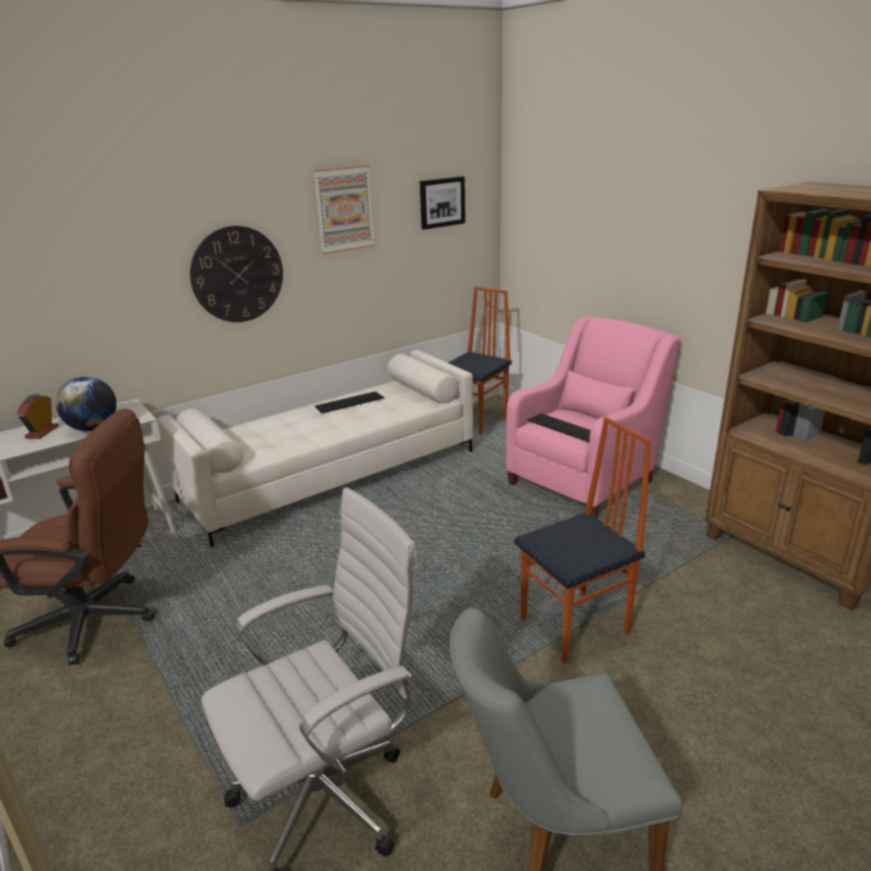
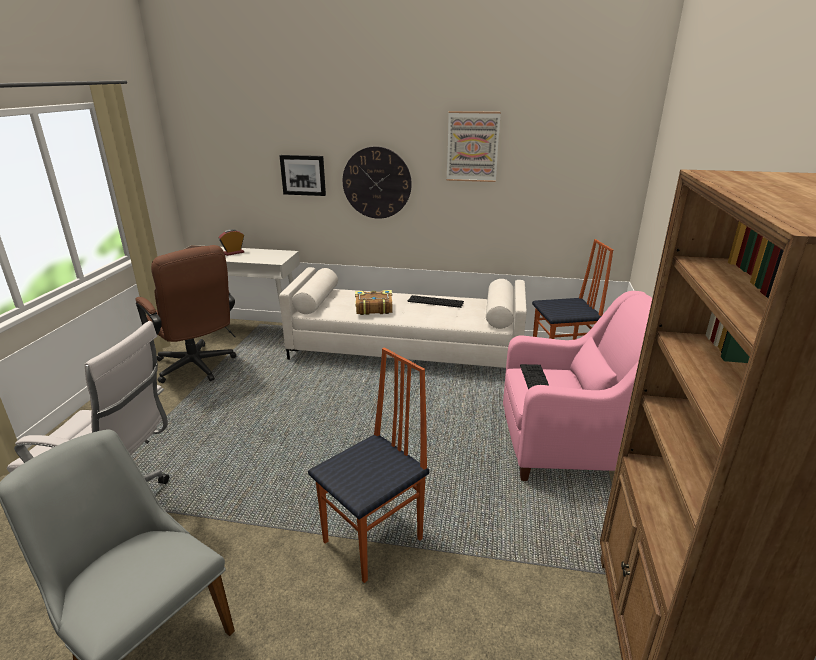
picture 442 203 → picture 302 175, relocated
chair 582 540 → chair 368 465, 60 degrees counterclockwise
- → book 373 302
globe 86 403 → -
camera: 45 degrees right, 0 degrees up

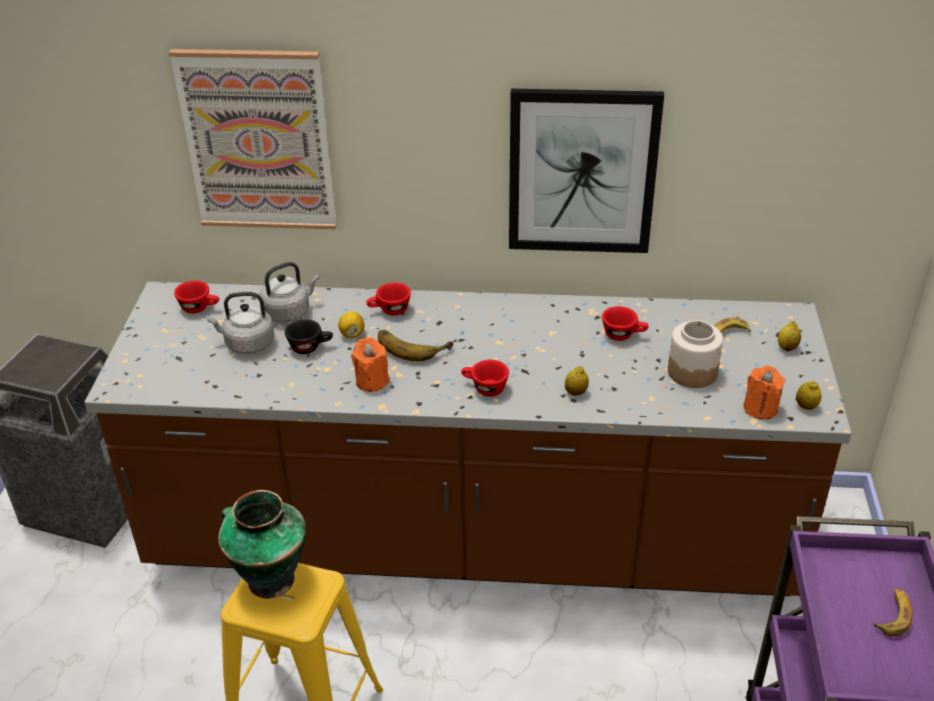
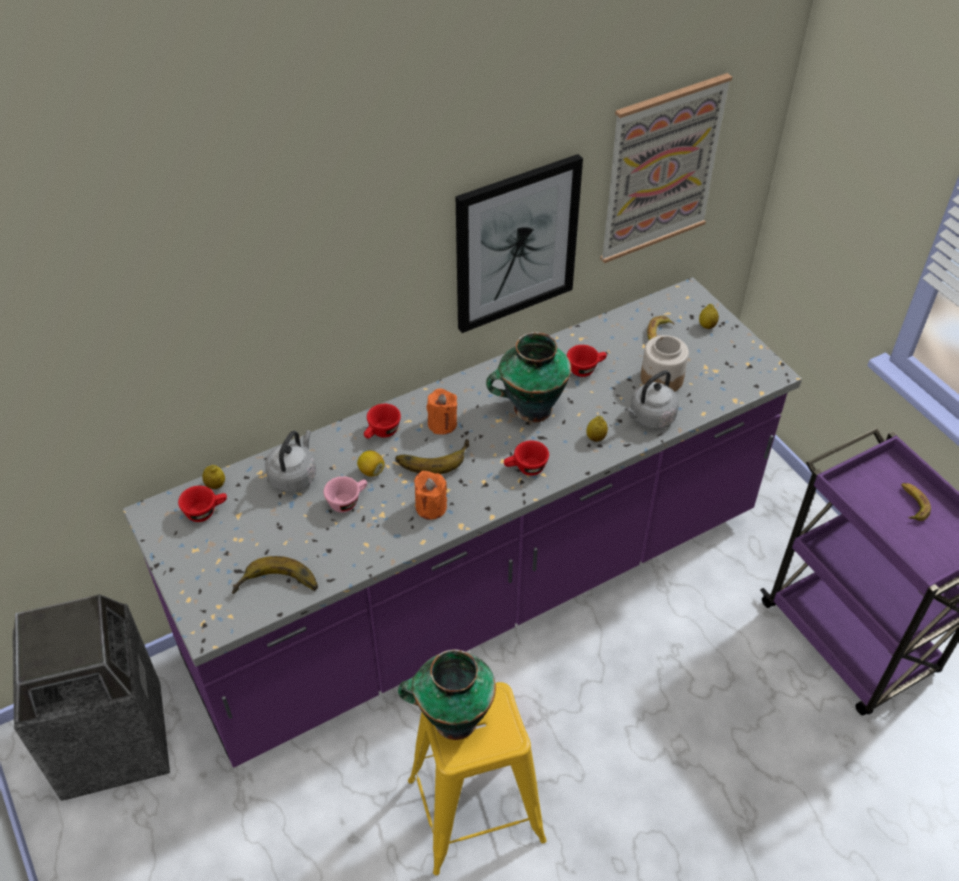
brown counter 468 439 → purple counter 462 522
lemon 808 395 → lemon 213 477, relocated
- → banana 275 575
black cup 309 336 → pink cup 345 494
orange candle 764 392 → orange candle 441 411, relocated
- → vase 528 377
picture 253 139 → picture 666 168, relocated
grey kettle 241 323 → grey kettle 652 399, relocated
camera: 35 degrees left, 10 degrees up

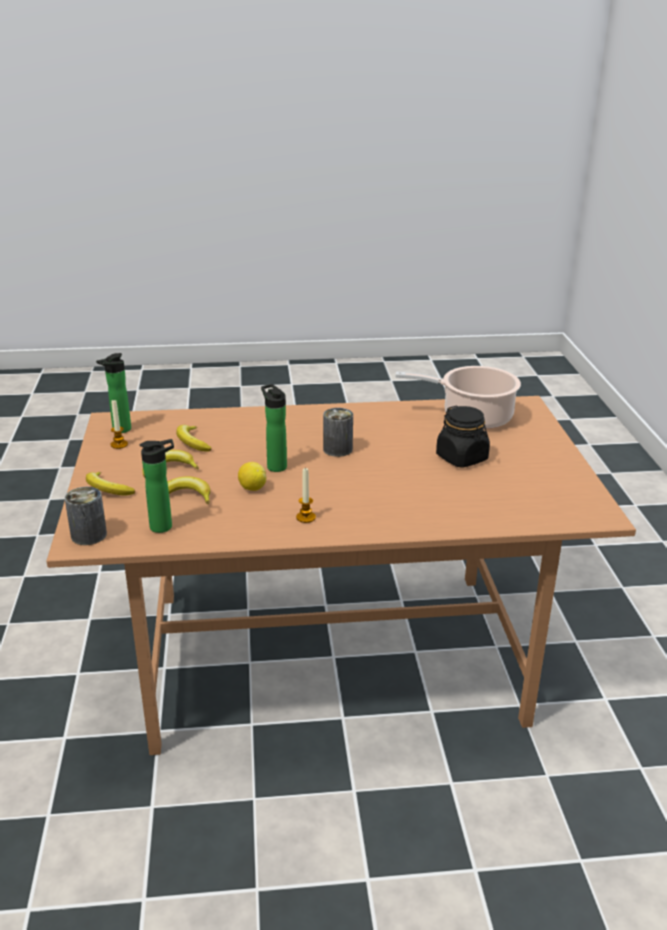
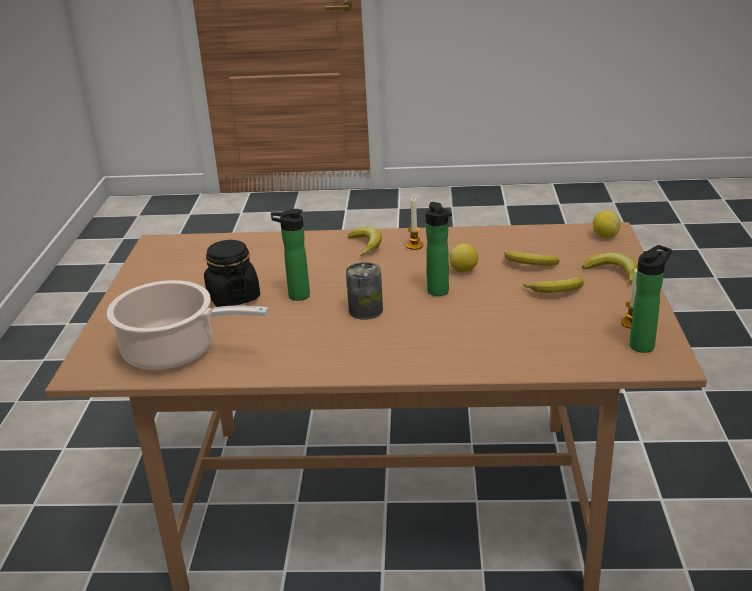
bottle 157 486 → bottle 290 255, relocated
banana 194 438 → banana 365 241, relocated
can 86 516 → lemon 607 224
camera: 170 degrees left, 0 degrees up

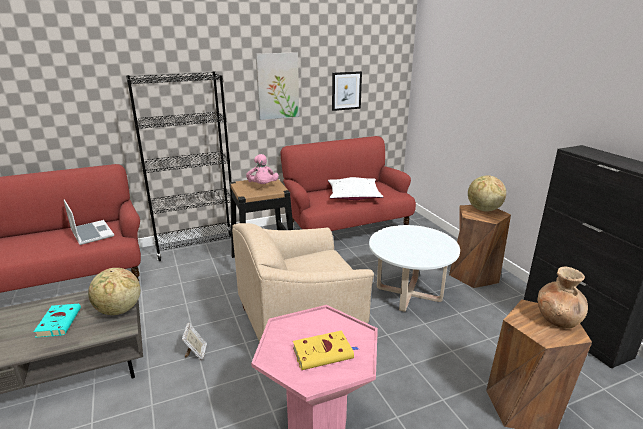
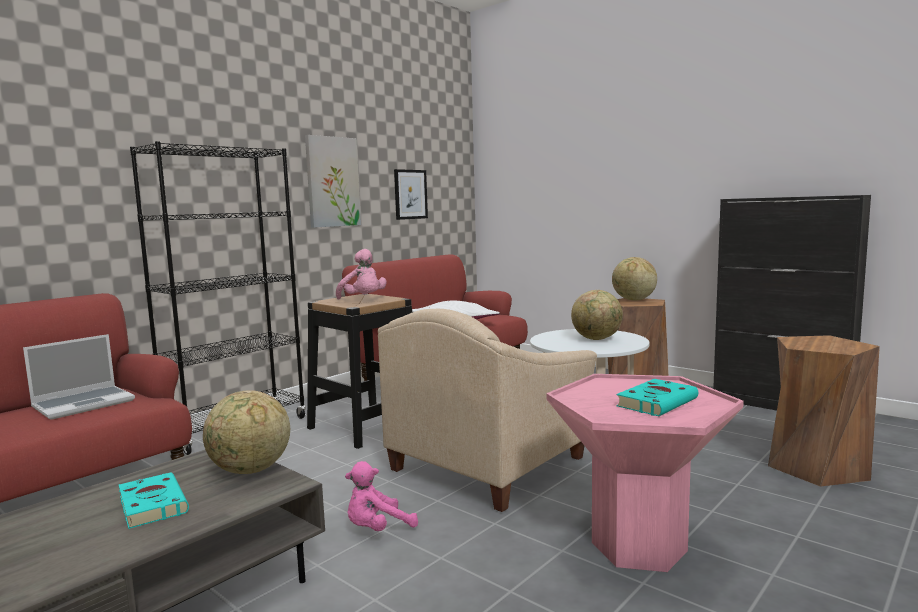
laptop 89 222 → laptop 79 377, 105 degrees clockwise
picture frame 194 341 → pink plush toy 381 496
- → globe 597 315
yellow book 325 350 → turquoise book 657 397
brown vase 563 298 → -
camera: 25 degrees left, 15 degrees down

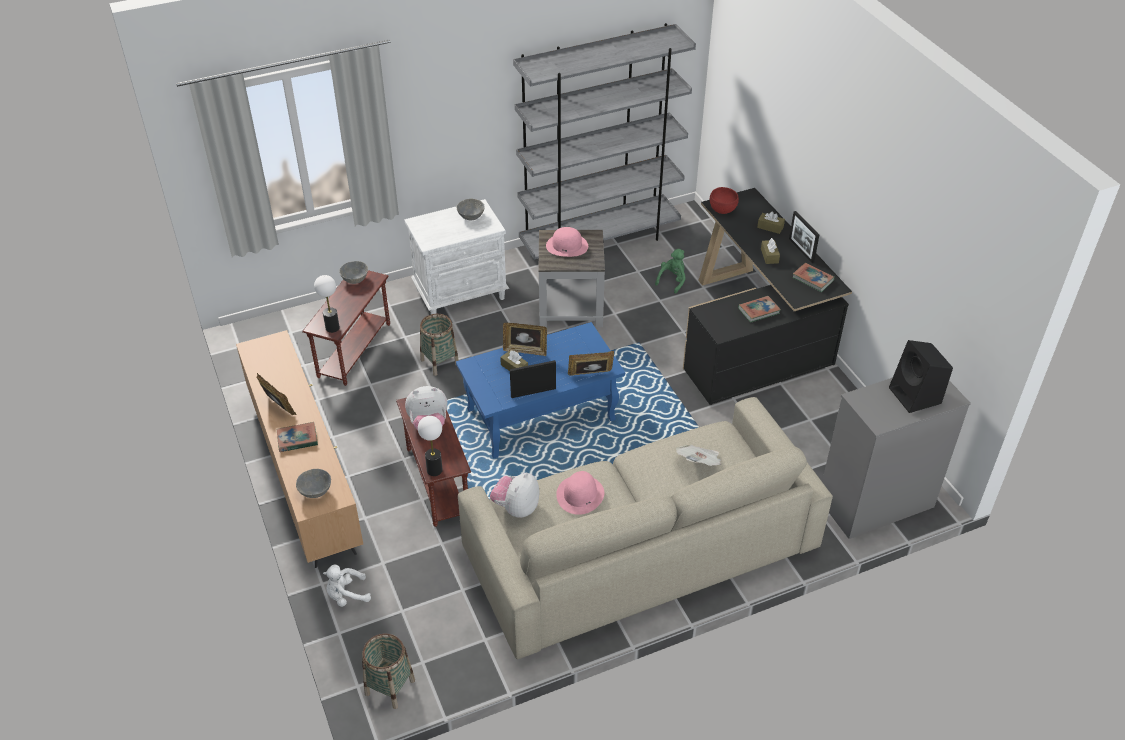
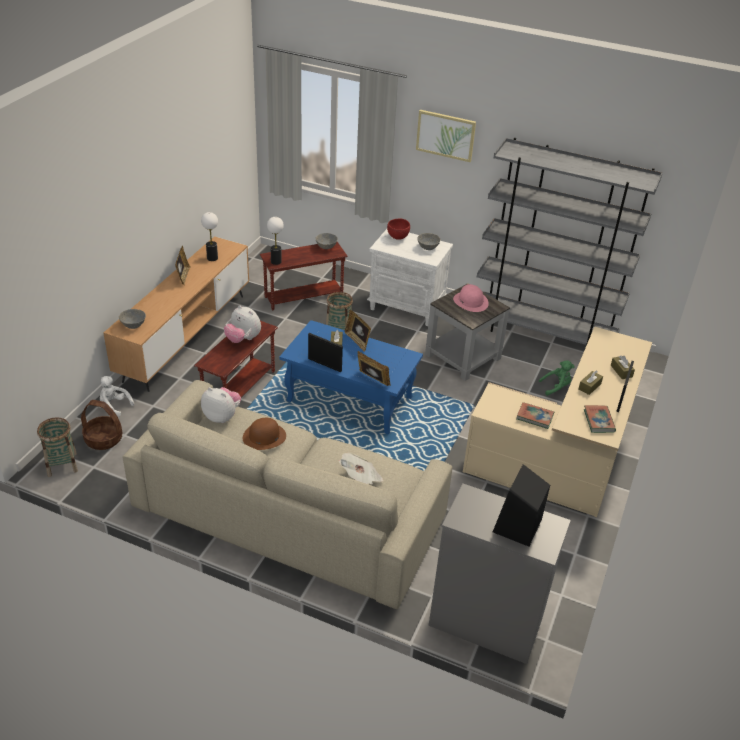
- → basket 101 425
table lamp 430 446 → table lamp 209 236, relocated
plush toy 515 495 → plush toy 221 405, 45 degrees clockwise
pink hat 580 493 → brown hat 264 434
red bowl 724 200 → red bowl 398 229, relocated
- → picture 446 136
black desk 767 296 → beige desk 557 422
book 297 437 → -
camera: 45 degrees right, 5 degrees down

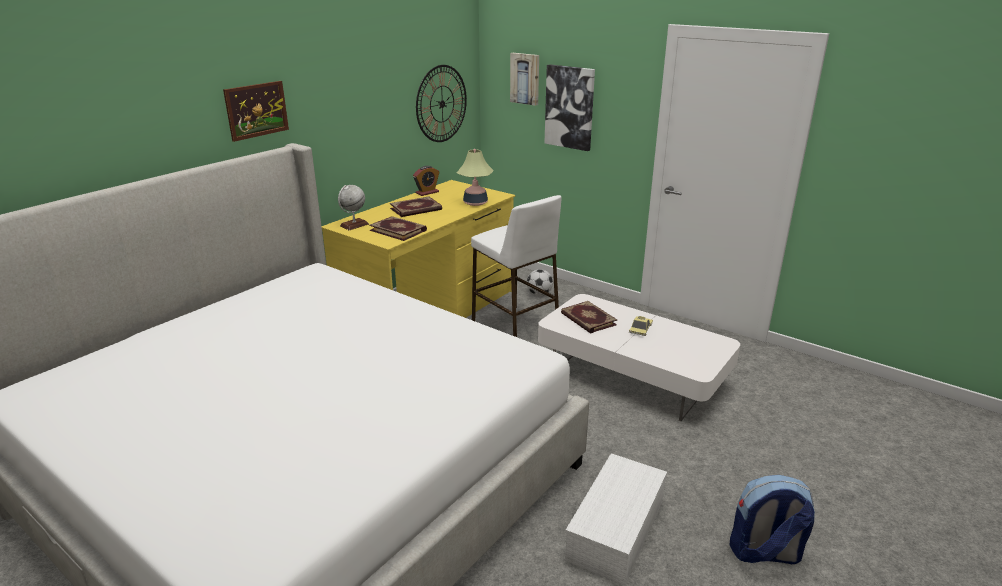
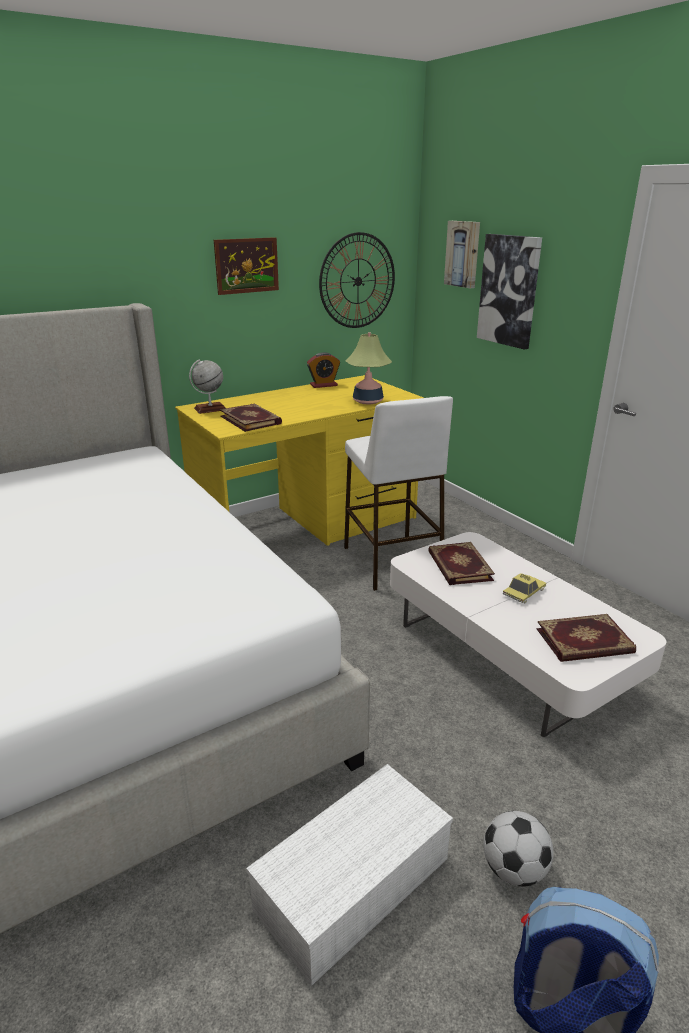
picture 256 111 → picture 246 266, relocated
football 540 282 → football 518 849, relocated
book 416 207 → book 586 638, relocated
camera: 20 degrees right, 0 degrees up

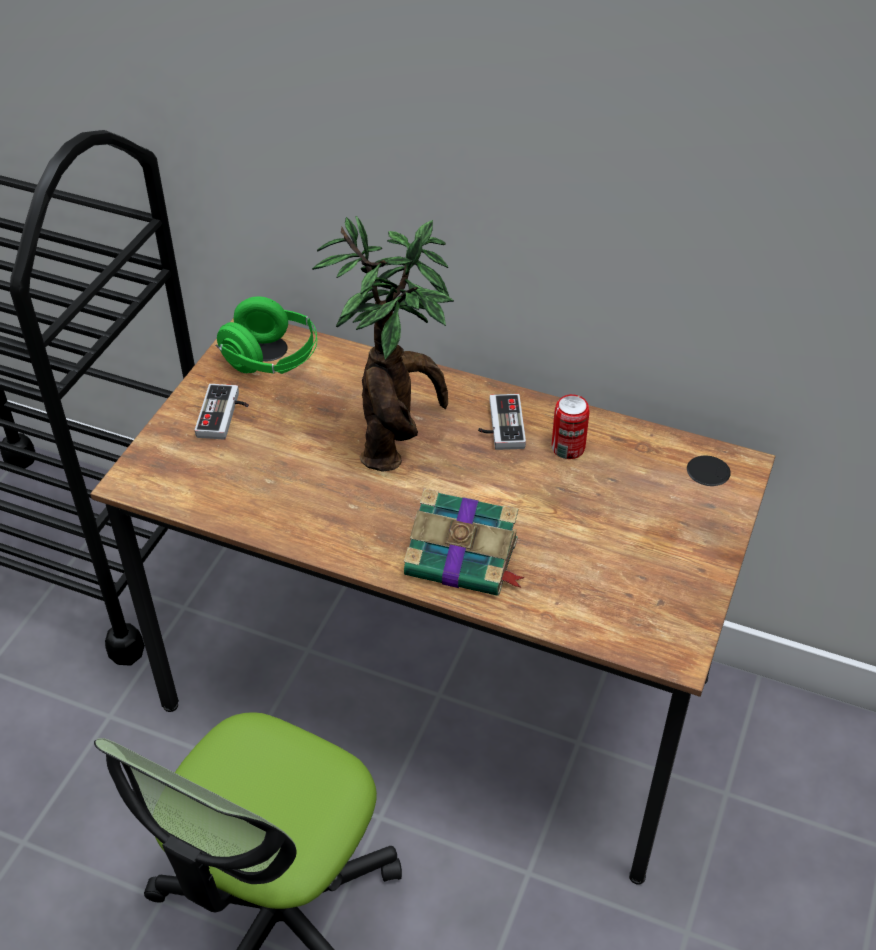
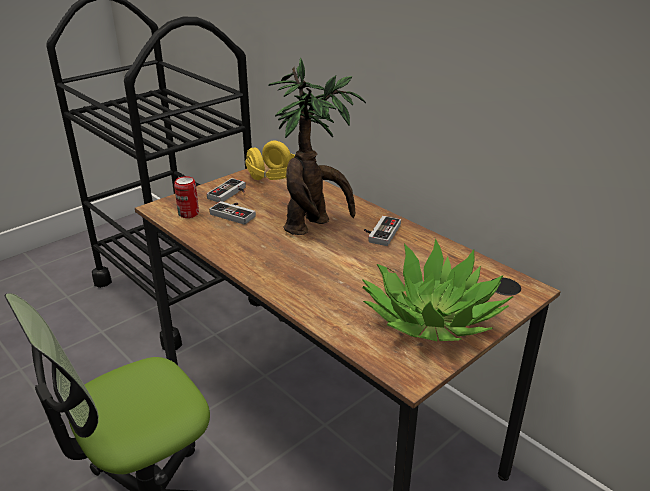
can 571 426 → can 186 197, relocated
- → game controller 232 213
green headphones 266 335 → yellow headphones 269 160
- → potted plant 437 289
book 464 542 → -
camera: 25 degrees right, 15 degrees down

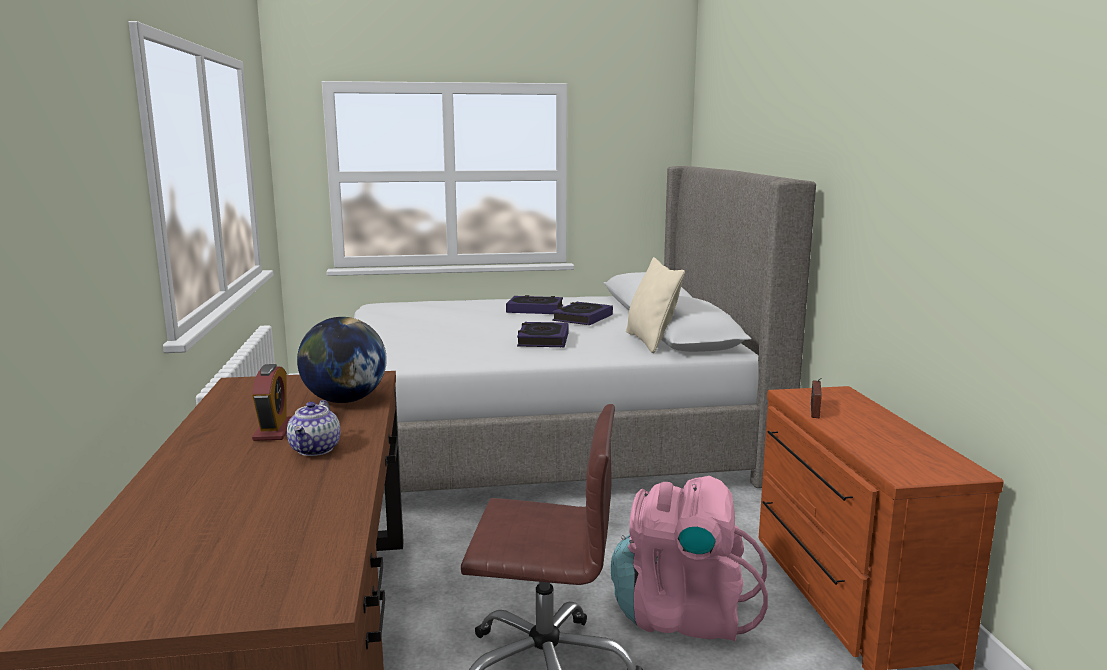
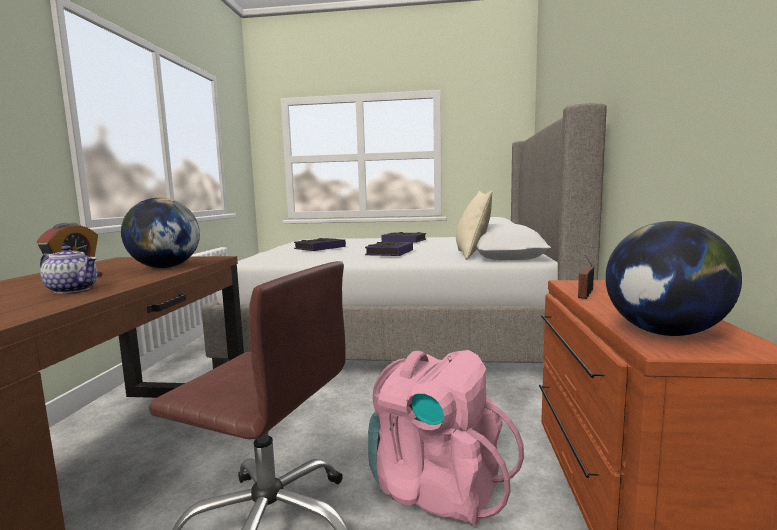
teapot 313 428 → teapot 68 269, 90 degrees counterclockwise
book 582 313 → book 320 244, relocated
- → globe 673 278
camera: 15 degrees right, 5 degrees down

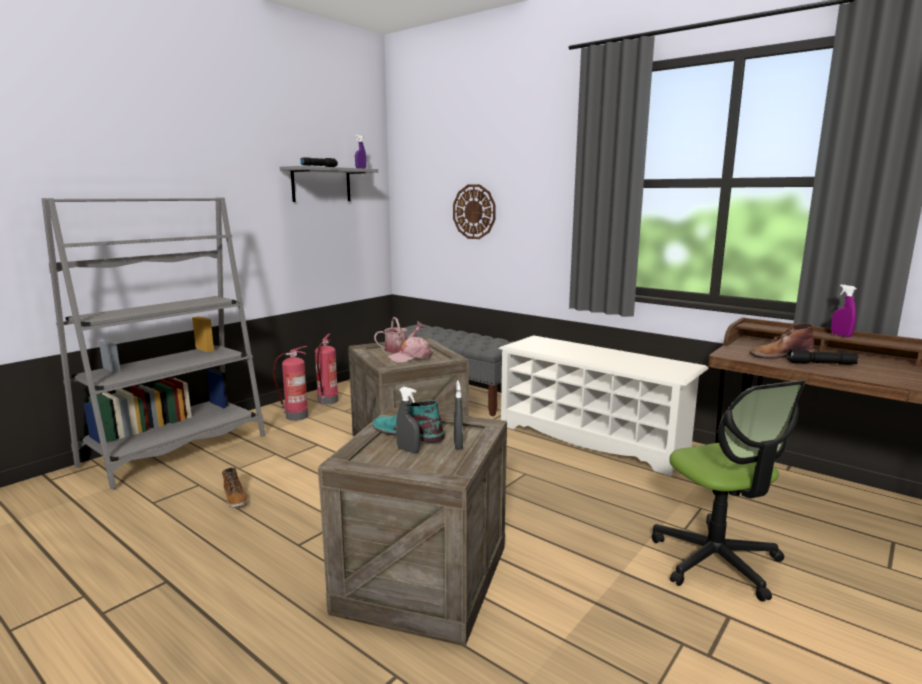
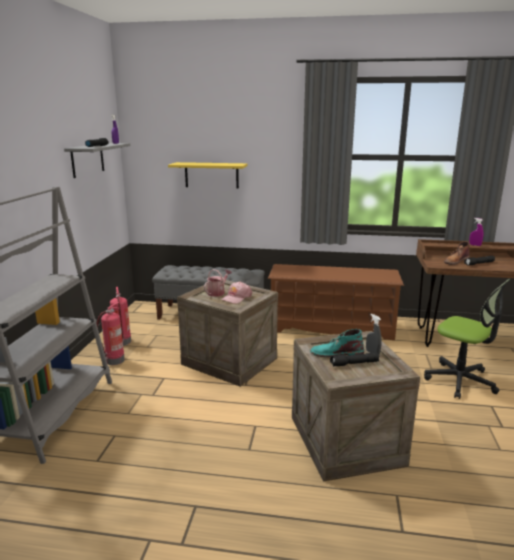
wall clock 474 211 → yellow shelf 208 175
white shoe rack 604 405 → brown shoe rack 336 302
grey spray bottle 408 420 → black flashlight 354 359
boot 235 488 → -
camera: 30 degrees left, 5 degrees up

